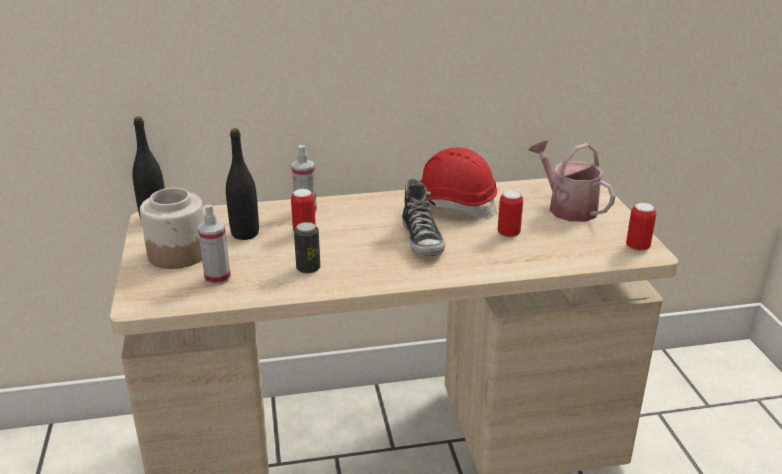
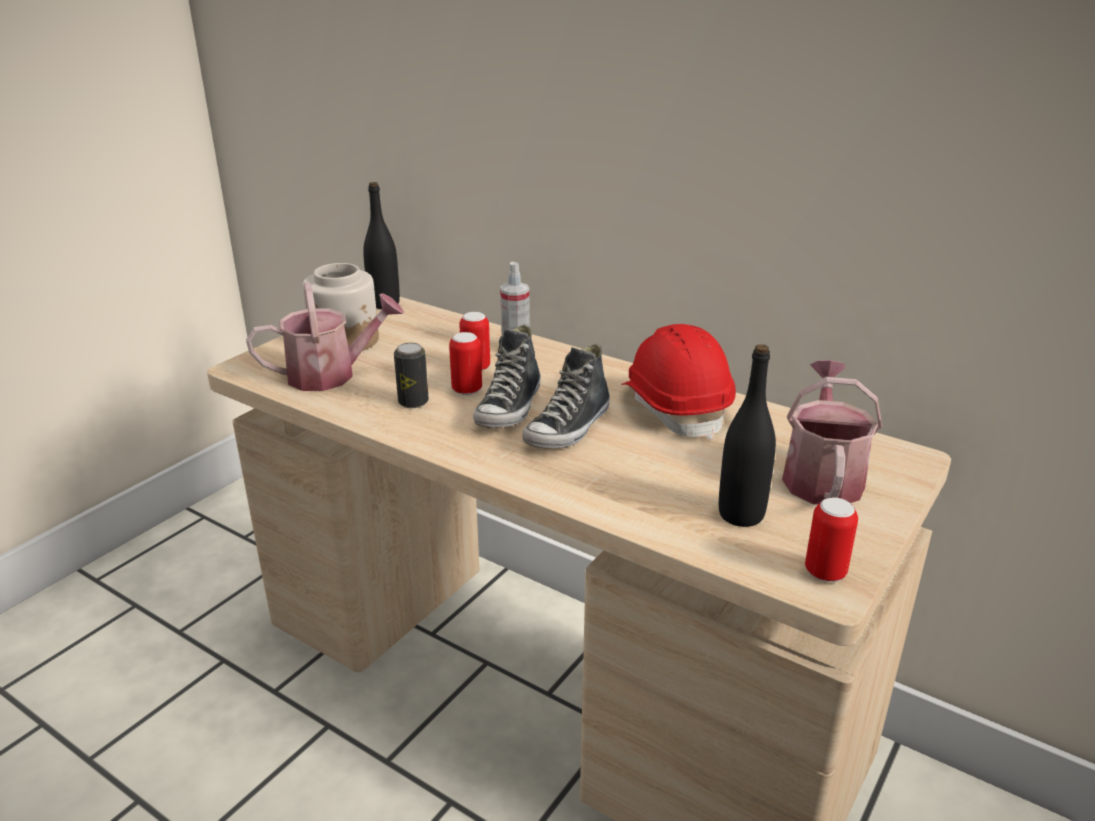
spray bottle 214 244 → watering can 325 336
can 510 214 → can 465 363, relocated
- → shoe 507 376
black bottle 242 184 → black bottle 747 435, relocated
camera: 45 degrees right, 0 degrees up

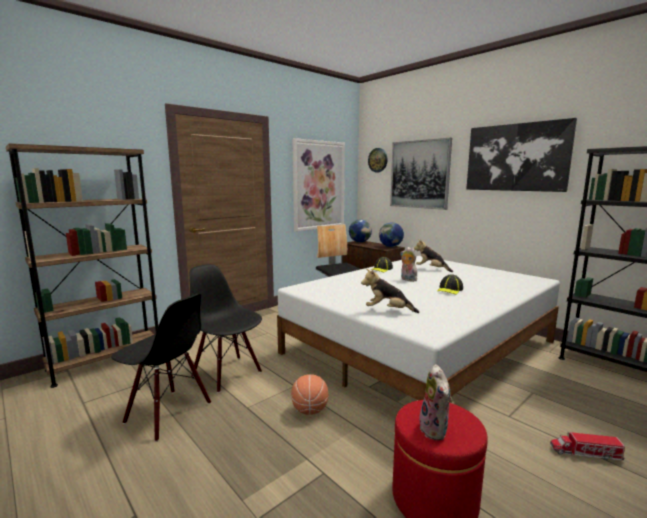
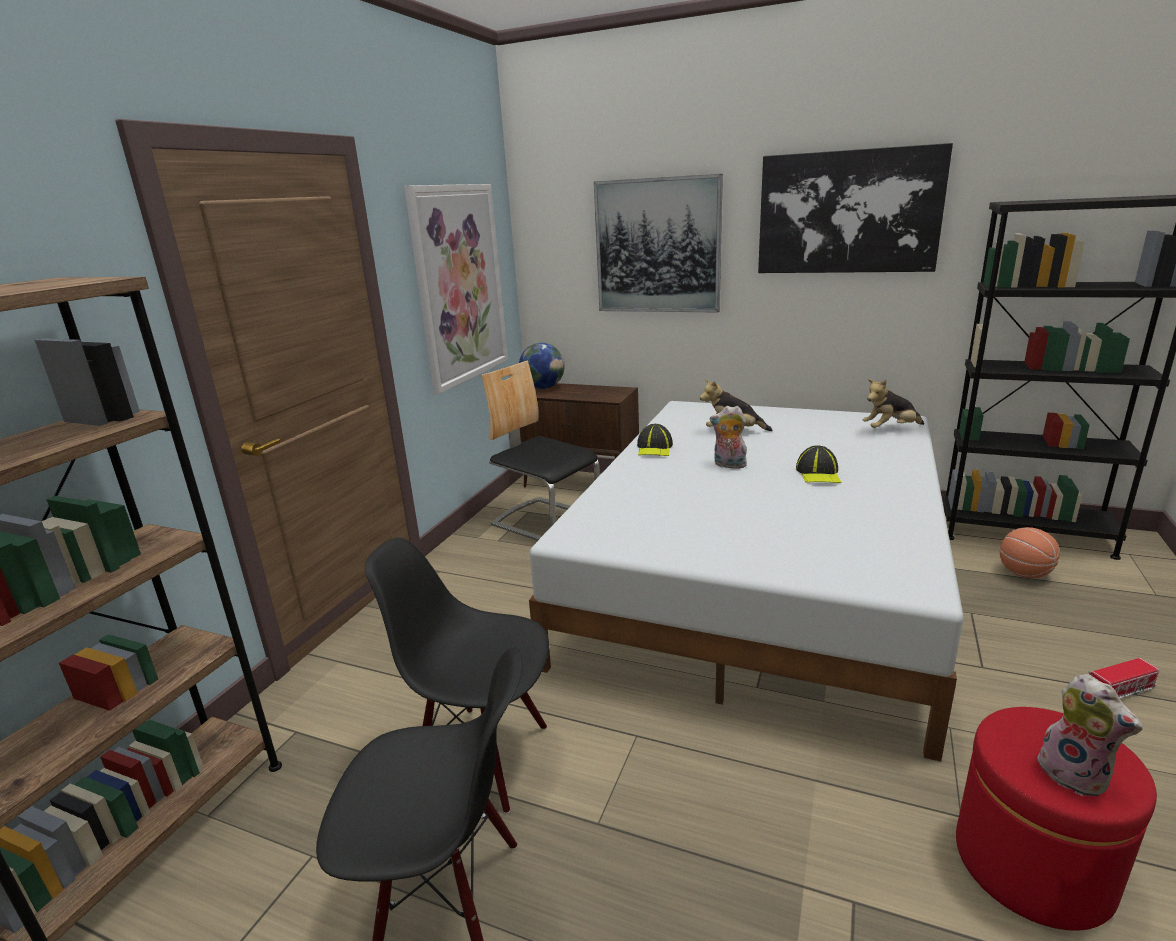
plush toy 390 290 → plush toy 893 403, relocated
basketball 310 394 → basketball 1030 552, relocated
wall clock 378 160 → -
globe 391 234 → -
camera: 25 degrees left, 10 degrees up

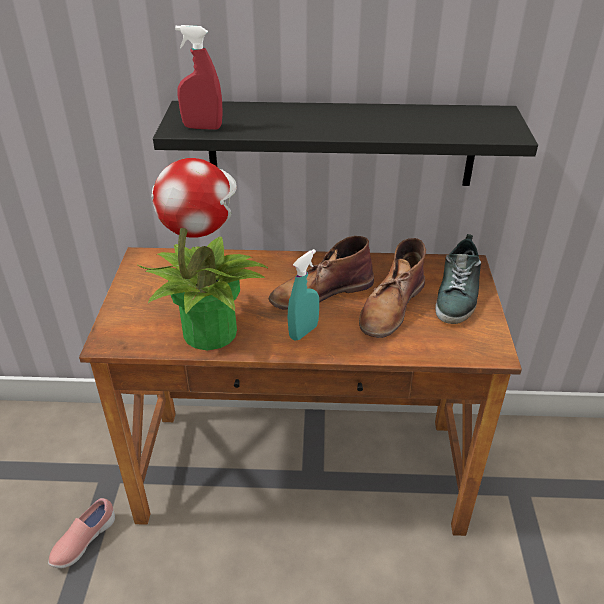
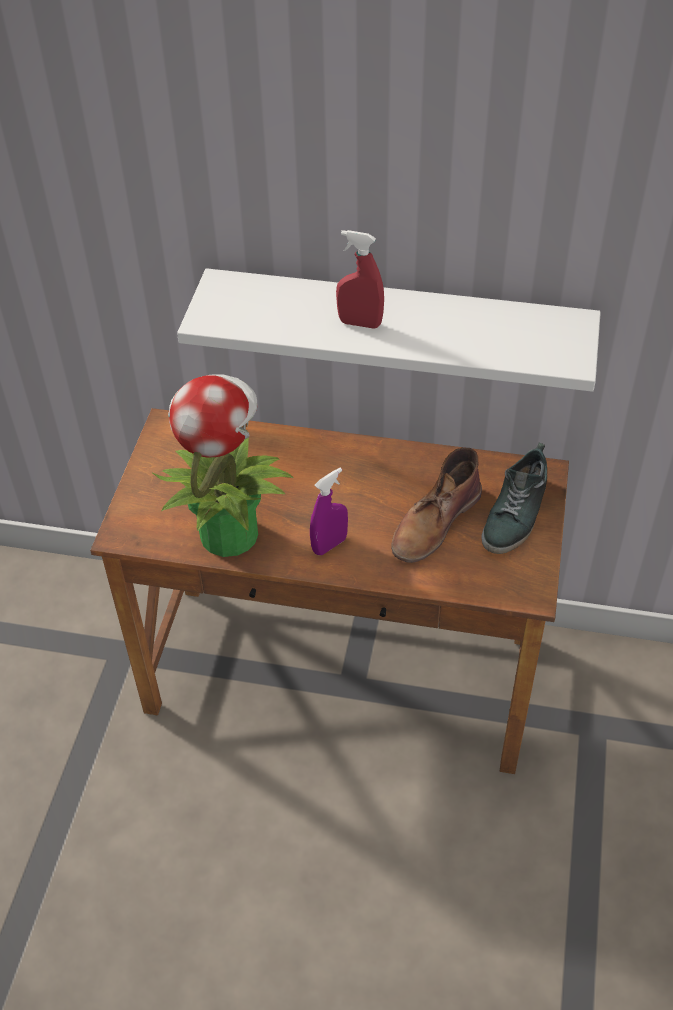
black shelf 345 143 → white shelf 389 330
turquoise spray bottle 303 295 → purple spray bottle 329 511
red spray bottle 199 77 → red spray bottle 360 279, relocated
pink shoe 81 533 → -
brown boot 321 273 → -
camera: 10 degrees right, 10 degrees up

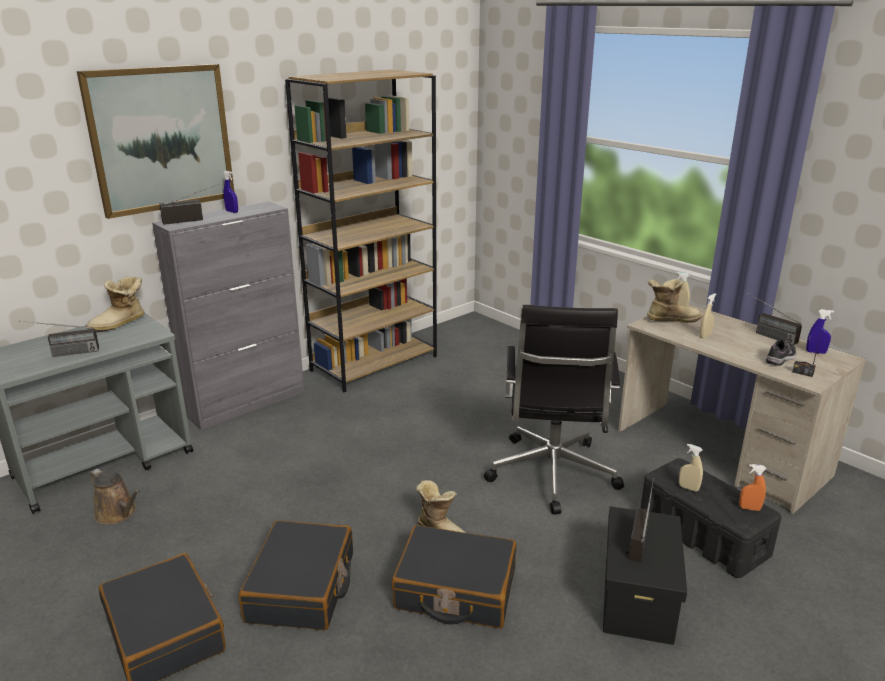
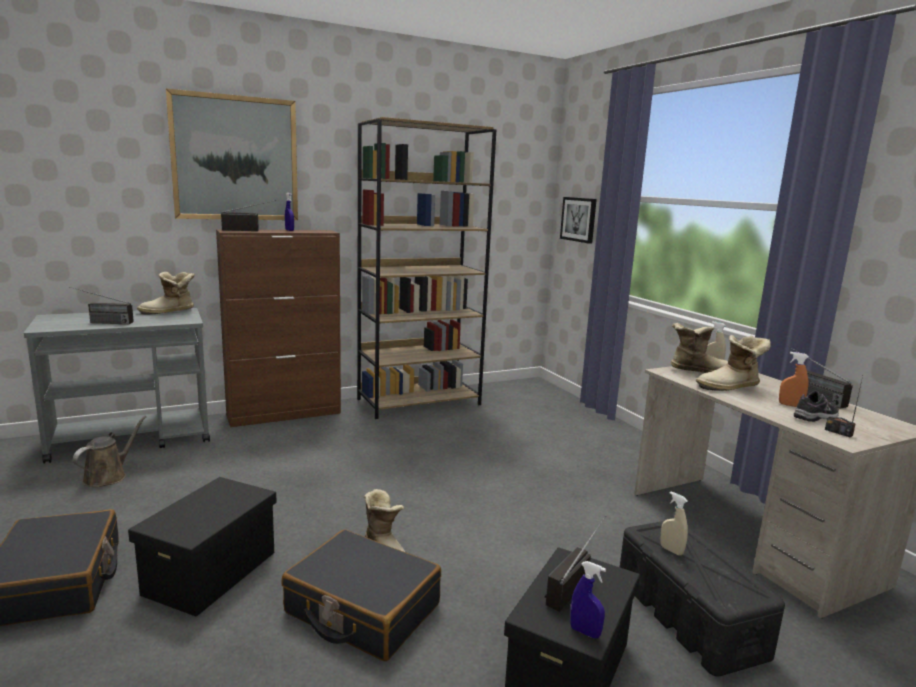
brown watering can 114 497 → brown watering can 109 451, 120 degrees counterclockwise
black suitcase 296 575 → black storage box 202 547
grey cabinet 228 315 → brown cabinet 278 328
- → picture 578 220
blue spray bottle 820 331 → blue spray bottle 588 599, relocated
beige spray bottle 708 315 → boot 733 363
orange spray bottle 752 487 → orange spray bottle 794 379, relocated
black office chair 554 410 → -
camera: 15 degrees right, 10 degrees down

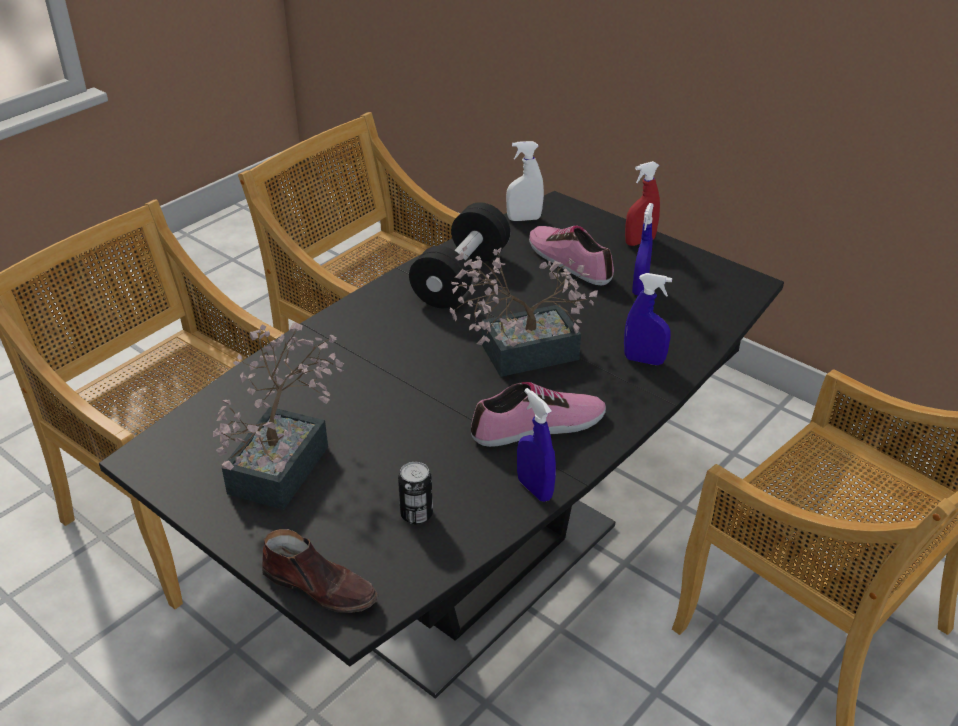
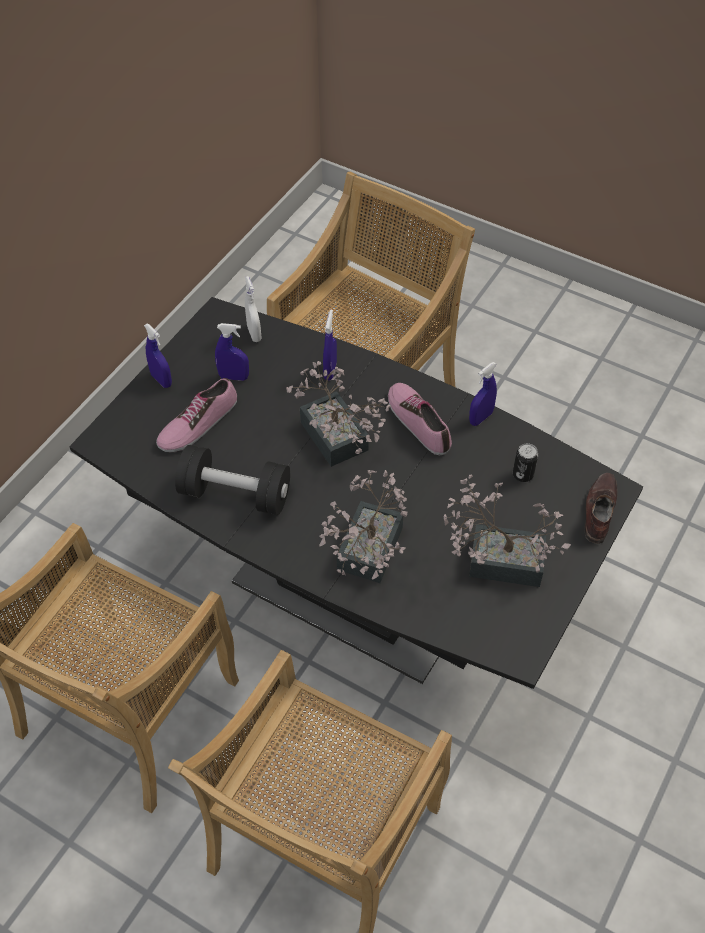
red spray bottle 642 203 → blue spray bottle 158 356
white spray bottle 525 181 → white spray bottle 253 309, relocated
- → potted plant 363 526
camera: 100 degrees left, 15 degrees up

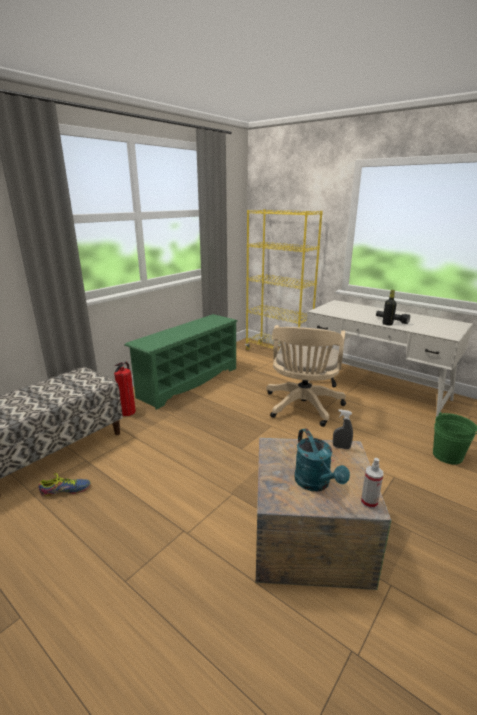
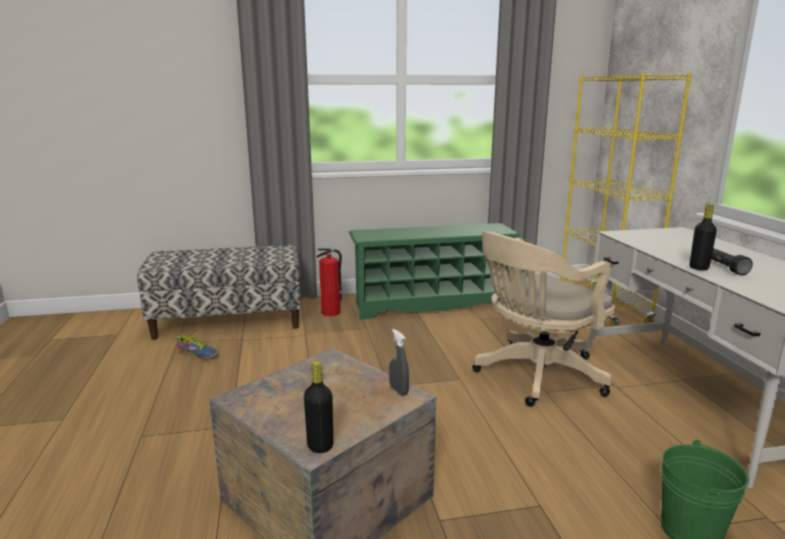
spray bottle 372 483 → black bottle 318 407
turquoise watering can 322 460 → -
camera: 40 degrees right, 5 degrees down

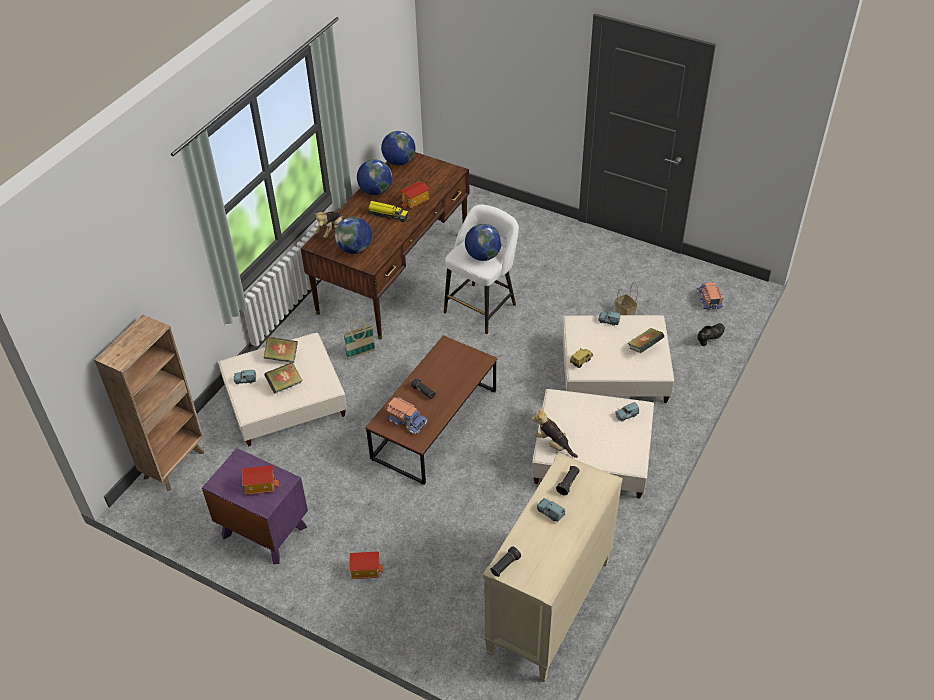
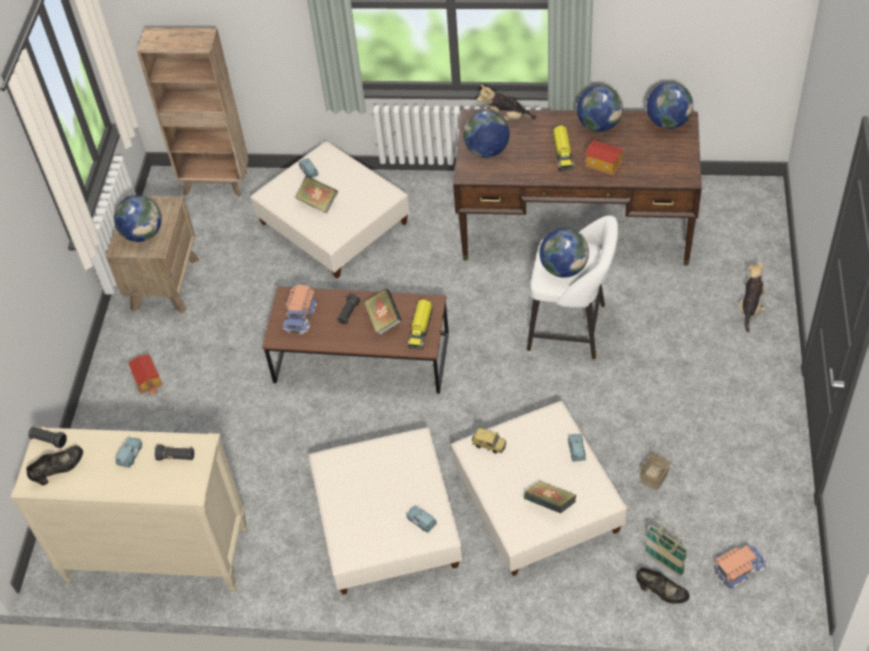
- → black shoe 54 466
purple nightstand 255 506 → brown nightstand 152 254
toy house 260 480 → globe 138 218
book 281 350 → book 383 311, relocated
- → toy truck 420 324
basket 359 338 → basket 666 550, relocated
plush toy 554 433 → plush toy 752 297, relocated
camera: 70 degrees right, 5 degrees up

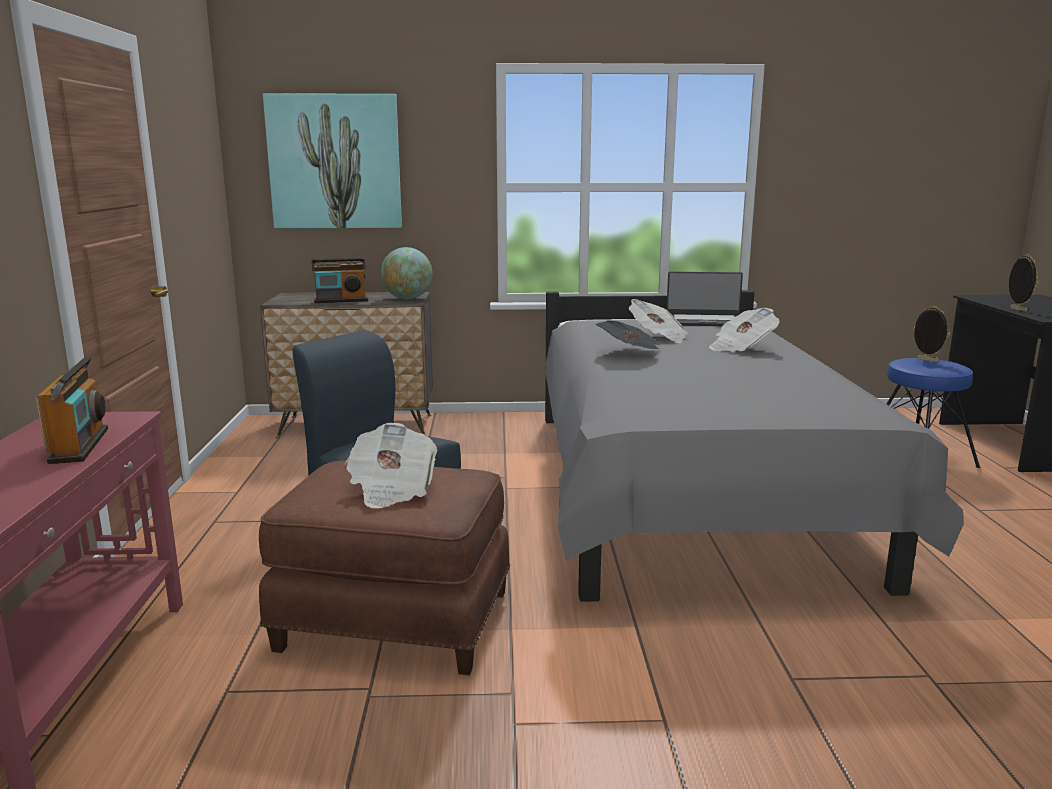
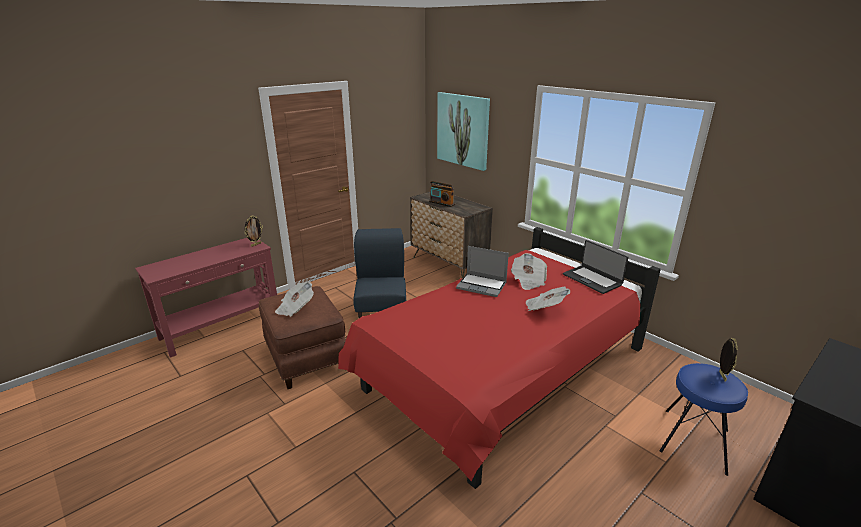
picture frame 1024 283 → picture frame 253 231, relocated
grey bed 754 446 → red bed 499 358
newspaper 628 335 → laptop 482 271
radio 72 410 → -
globe 407 273 → -
camera: 50 degrees right, 10 degrees up

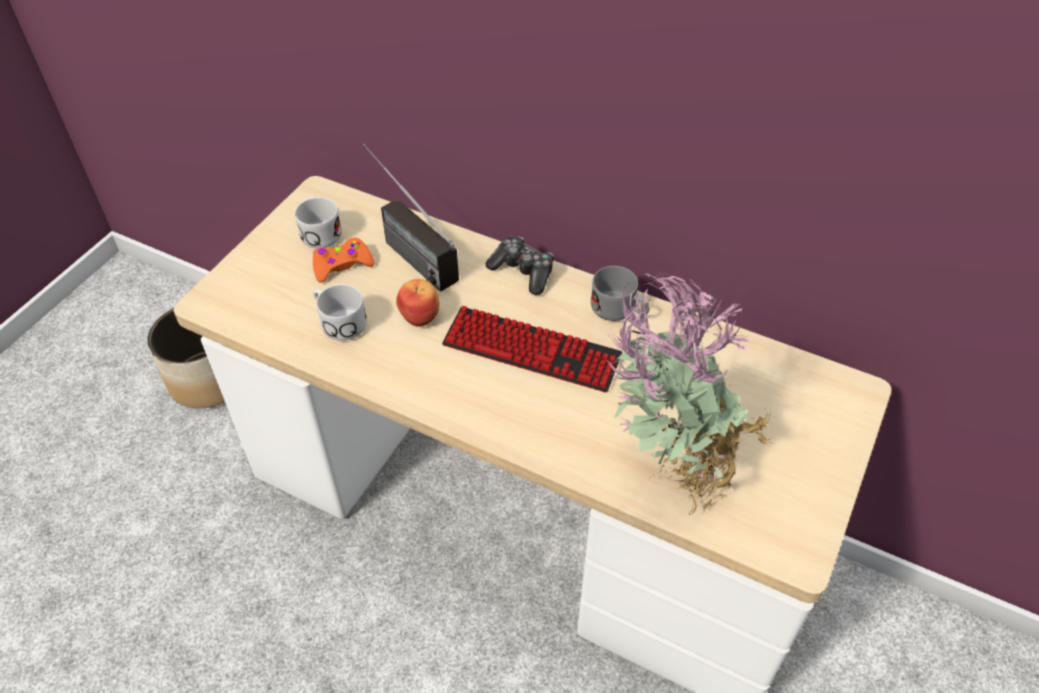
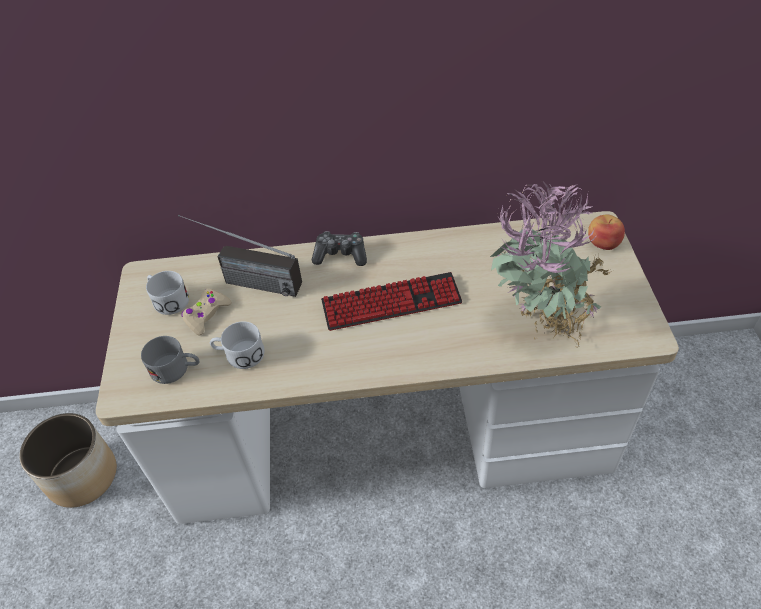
grey mug 620 293 → grey mug 170 360, relocated
orange game controller 344 260 → beige game controller 207 312
apple 417 303 → apple 606 232, relocated
camera: 30 degrees left, 0 degrees up

